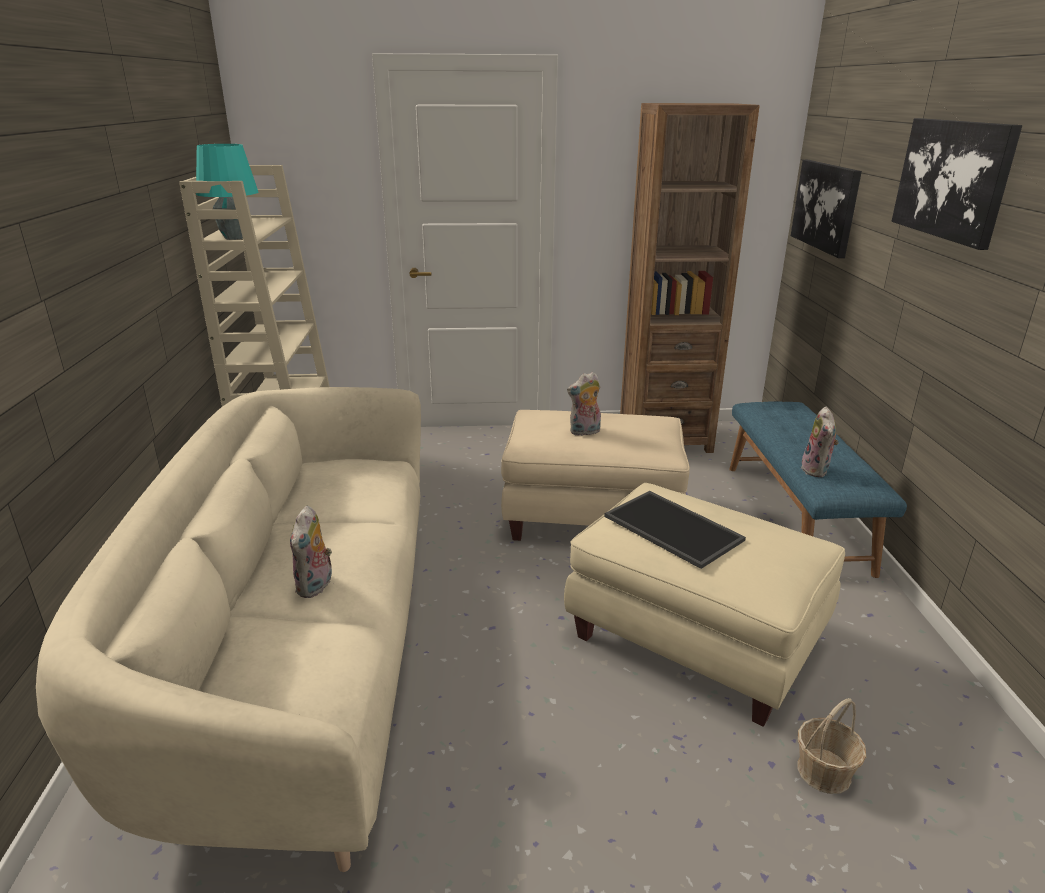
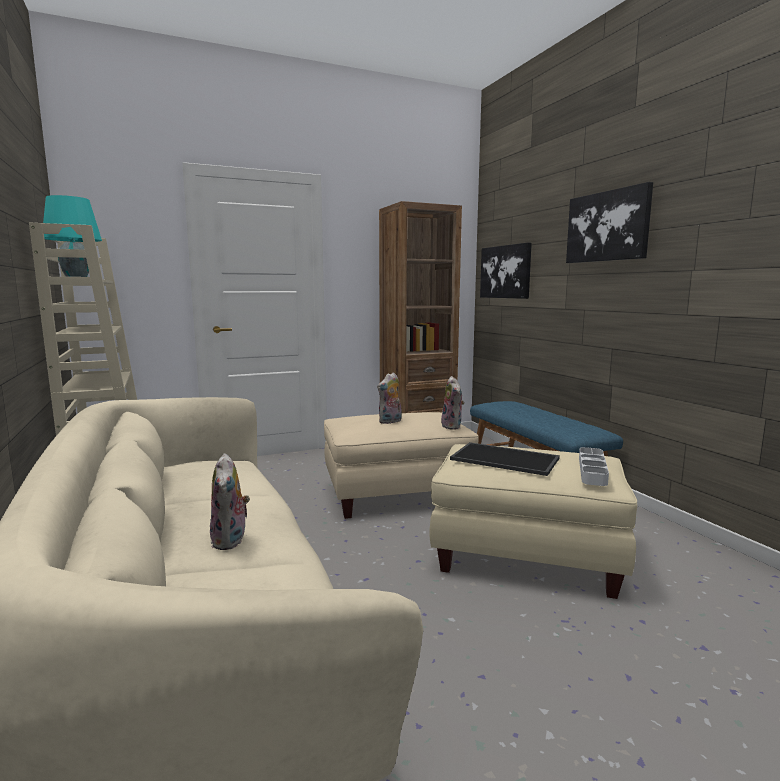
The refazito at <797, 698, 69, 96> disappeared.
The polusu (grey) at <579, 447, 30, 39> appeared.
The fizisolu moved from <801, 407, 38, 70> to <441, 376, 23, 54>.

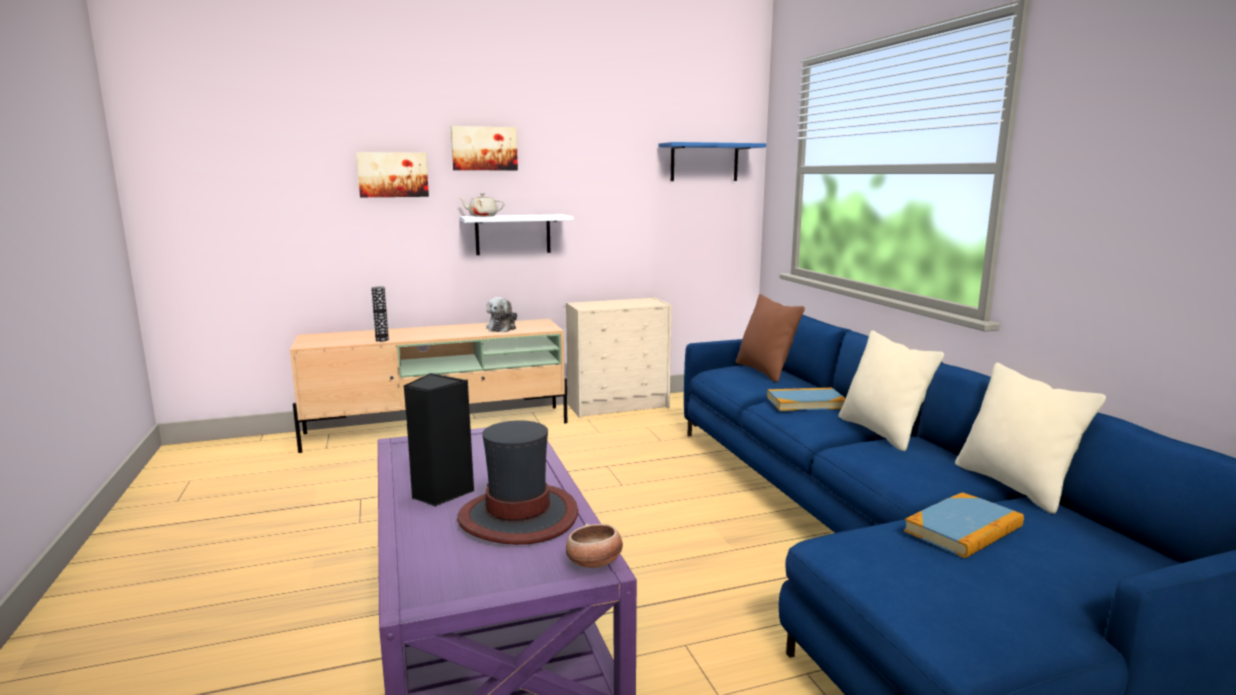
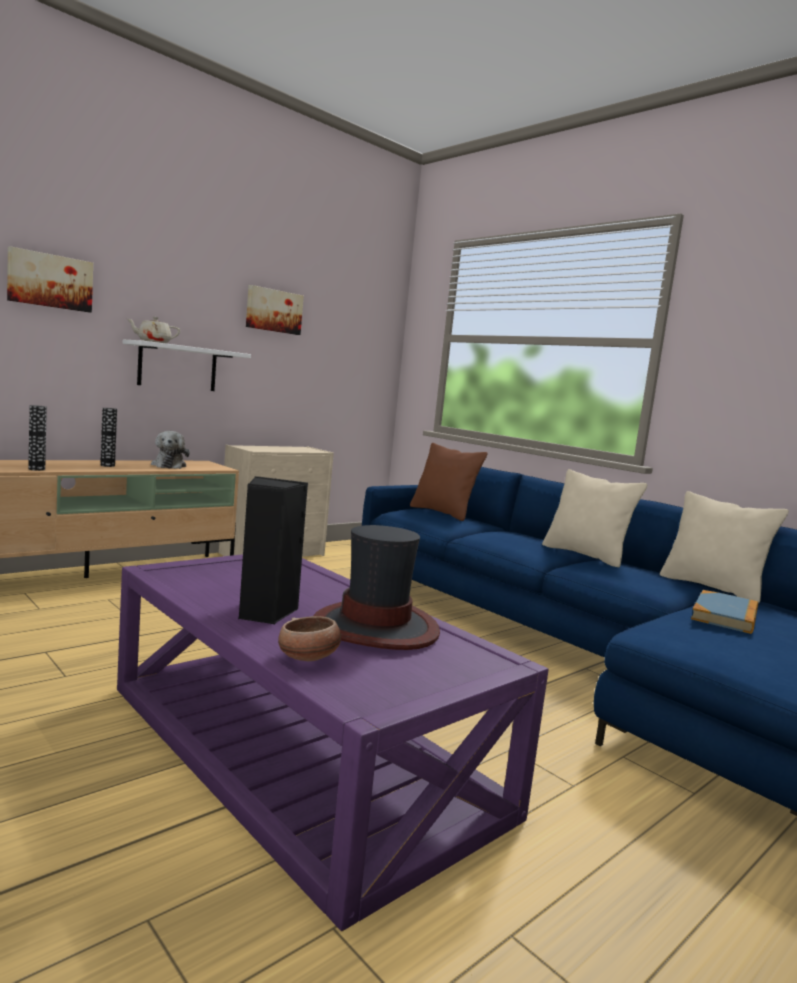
The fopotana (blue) at <658, 142, 108, 39> disappeared.
The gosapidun at <767, 388, 79, 23> disappeared.
The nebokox at <100, 408, 17, 59> appeared.
The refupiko moved from <451, 126, 67, 44> to <246, 285, 58, 50>.
The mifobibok moved from <566, 524, 57, 44> to <278, 616, 63, 45>.

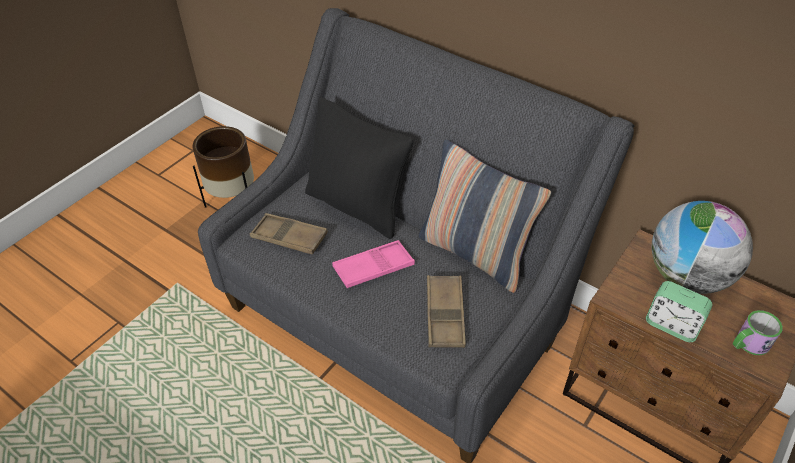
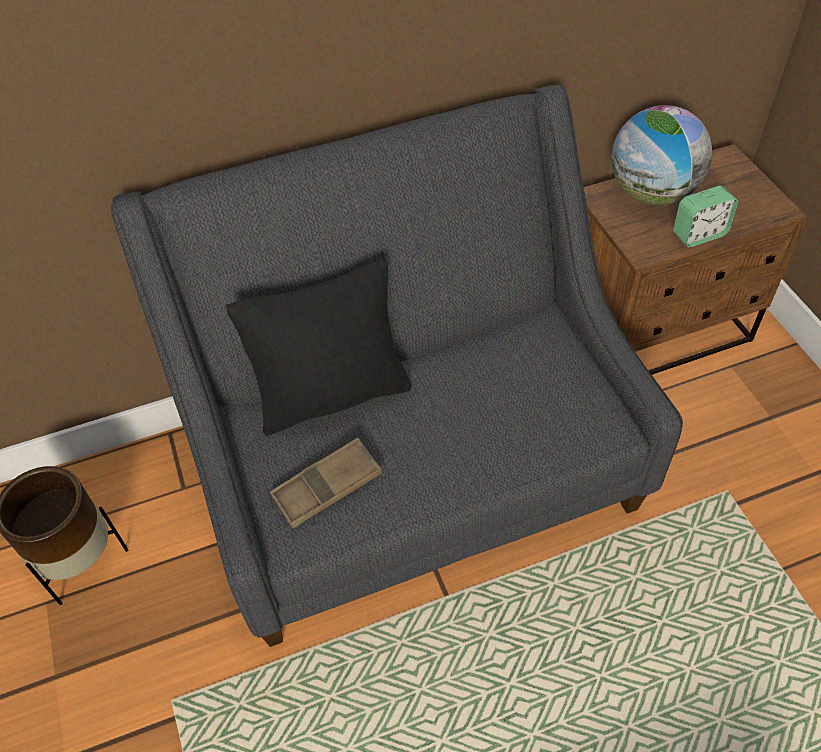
The polusu (pink) at <332, 240, 83, 48> disappeared.
The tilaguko at <419, 139, 132, 154> disappeared.
The polusu (brown) at <427, 275, 39, 73> disappeared.
The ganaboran at <733, 310, 50, 45> disappeared.

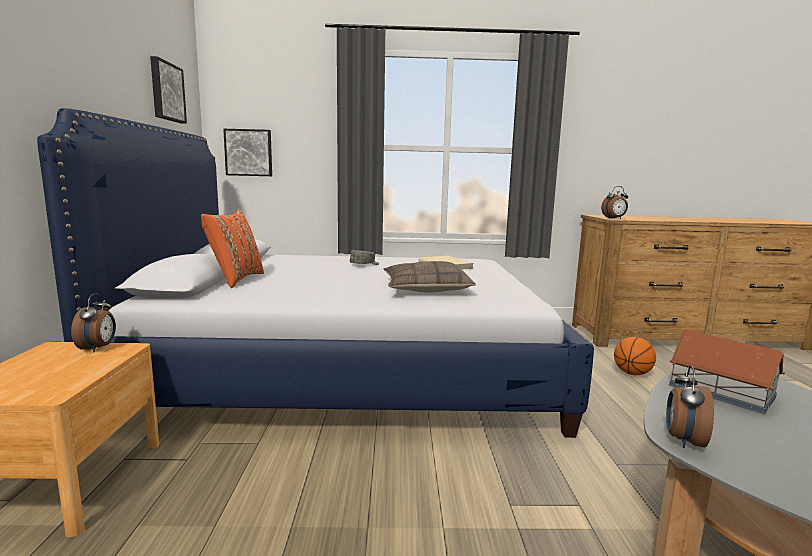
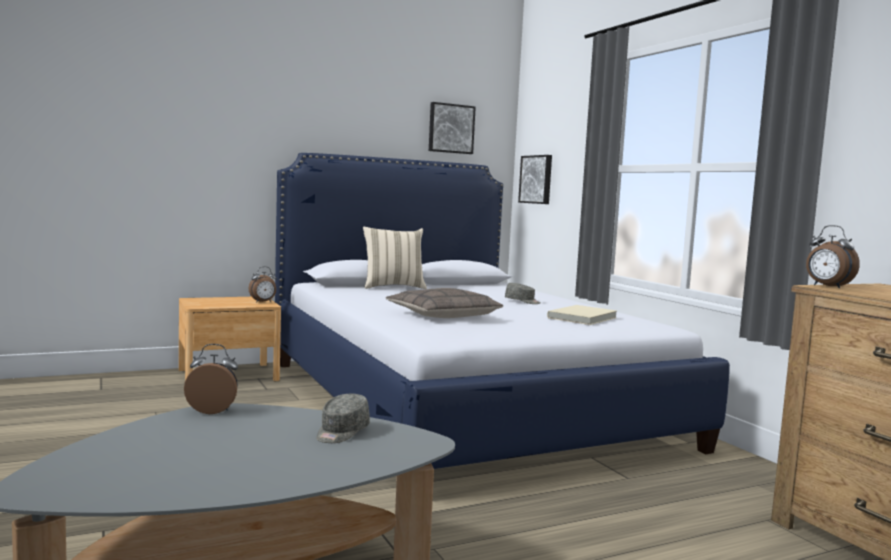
The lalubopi at <614, 337, 42, 38> disappeared.
The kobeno at <669, 330, 116, 84> was replaced by the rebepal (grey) at <316, 394, 54, 49>.
The tilaguko (orange) at <201, 209, 63, 79> became the tilaguko (beige) at <363, 227, 64, 62>.

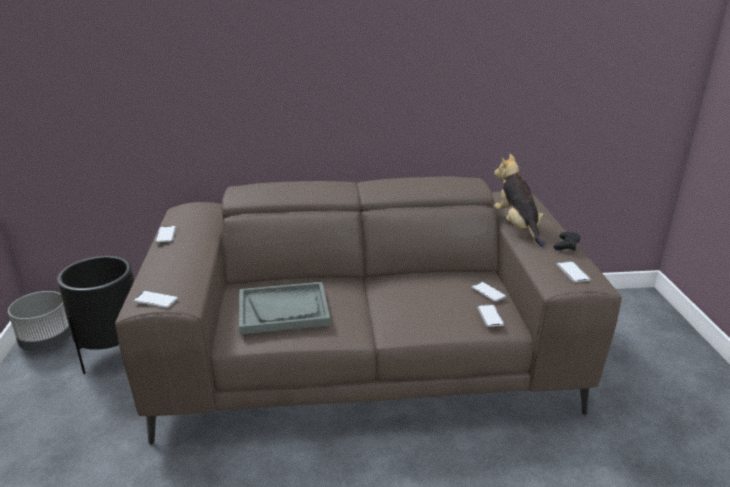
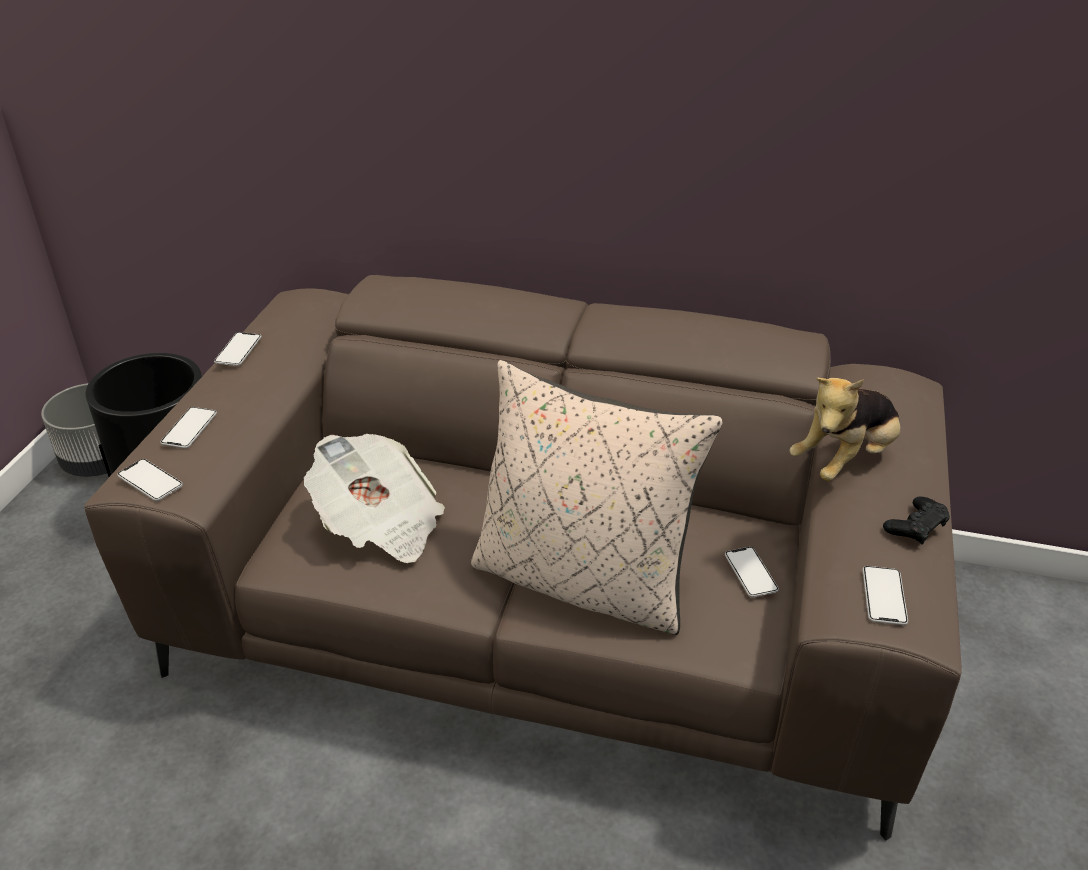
The tilaguko (beige) at <471, 360, 252, 275> appeared.
The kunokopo moved from <477, 305, 27, 22> to <160, 407, 57, 41>.
The polusu (grey) at <239, 282, 92, 52> was replaced by the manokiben at <304, 434, 141, 129>.
The fizisolu at <494, 154, 52, 93> turned 135 degrees counterclockwise.

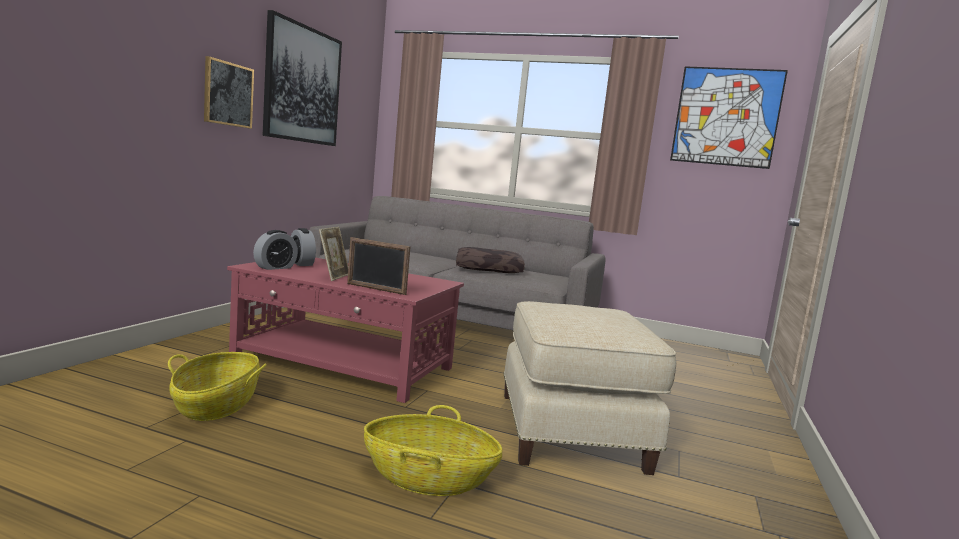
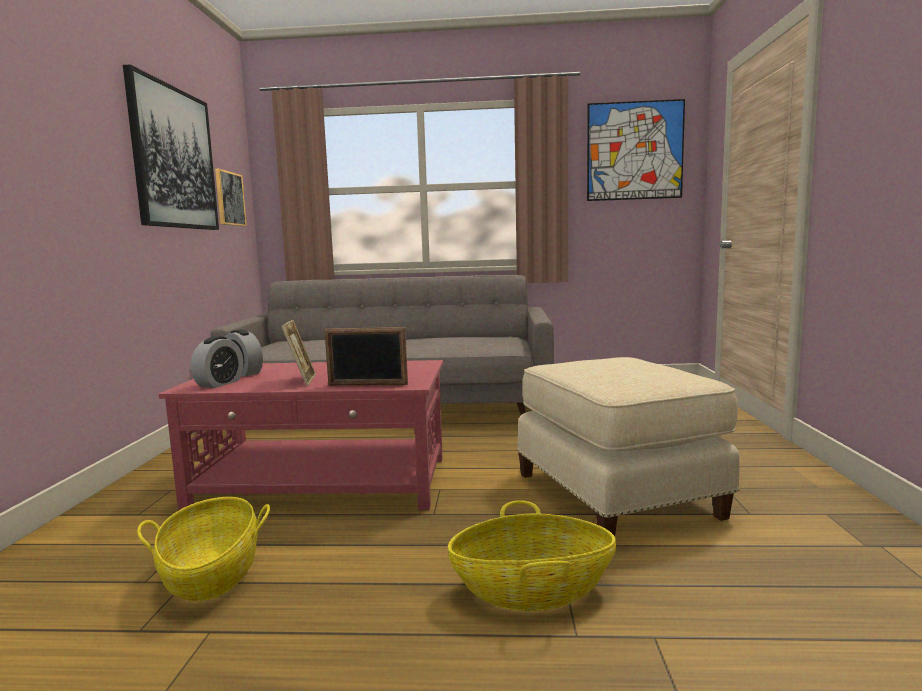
The tilaguko (brown) at <456, 247, 69, 26> disappeared.
The refupiko moved from <204, 56, 50, 73> to <215, 169, 32, 57>.

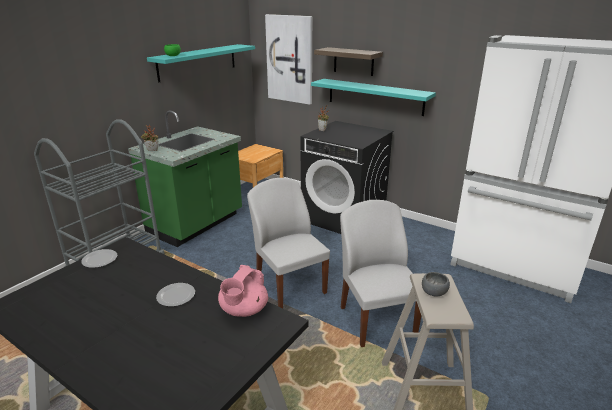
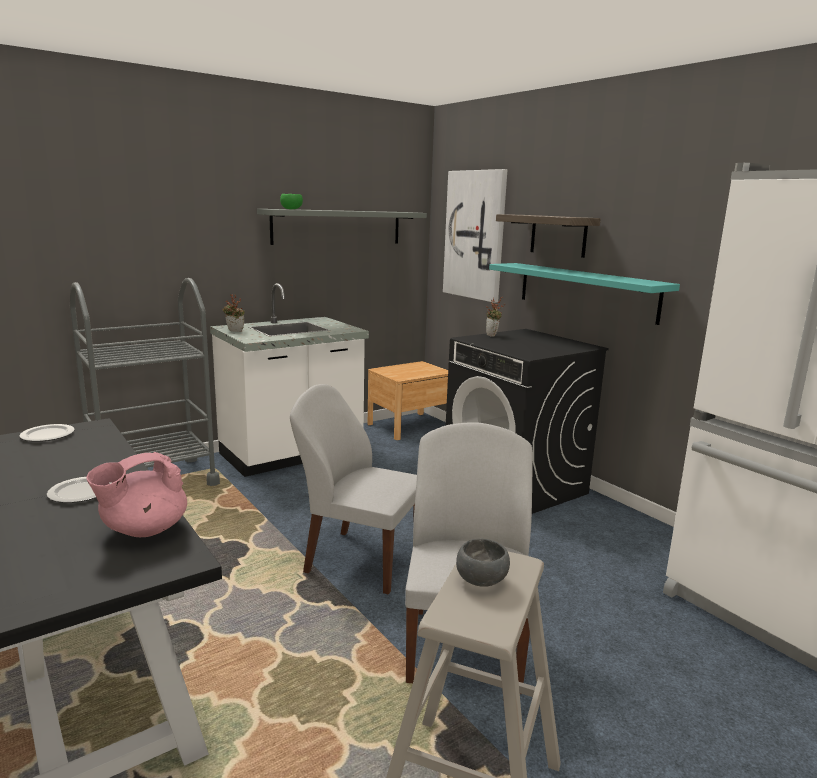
The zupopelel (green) at <128, 111, 114, 136> became the zupopelel (white) at <210, 283, 159, 194>.
The fopotana (turquoise) at <147, 44, 108, 38> became the fopotana (grey) at <257, 209, 170, 36>.
The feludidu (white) at <247, 178, 83, 130> turned 60 degrees counterclockwise.

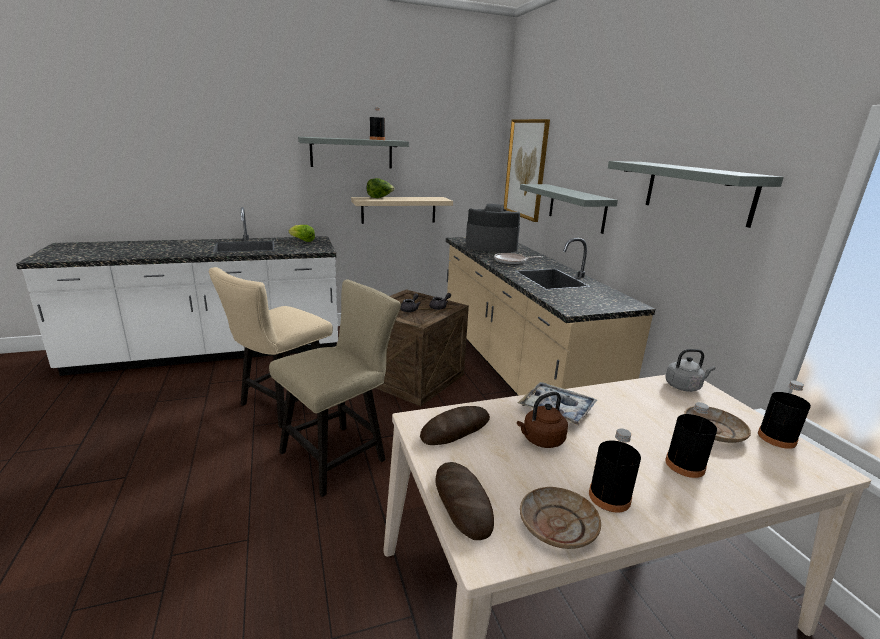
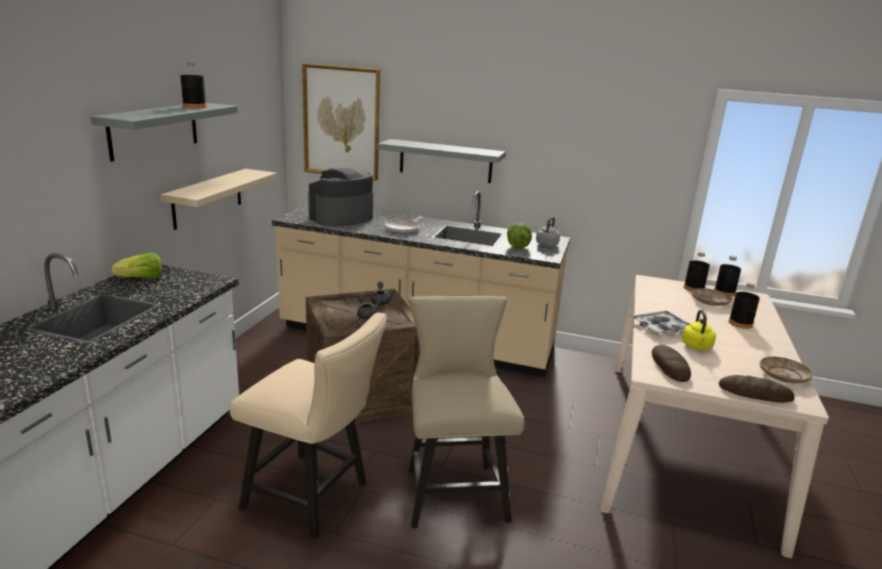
The fopotana (grey) at <608, 161, 176, 67> disappeared.
The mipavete moved from <366, 178, 29, 20> to <507, 223, 25, 26>.
The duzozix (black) moved from <589, 429, 52, 83> to <684, 252, 26, 40>.
The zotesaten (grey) moved from <665, 349, 50, 43> to <536, 217, 24, 30>.
The zotesaten (brown) at <517, 392, 51, 56> became the zotesaten (yellow) at <682, 310, 34, 40>.
The feludidu (beige) at <208, 267, 125, 161> turned 45 degrees counterclockwise.

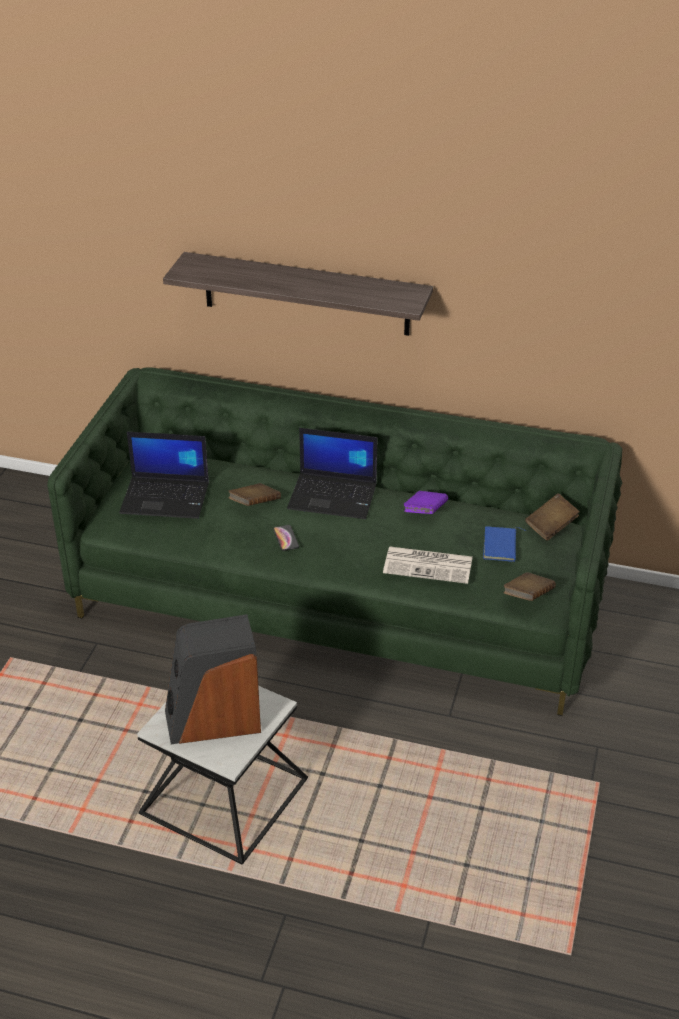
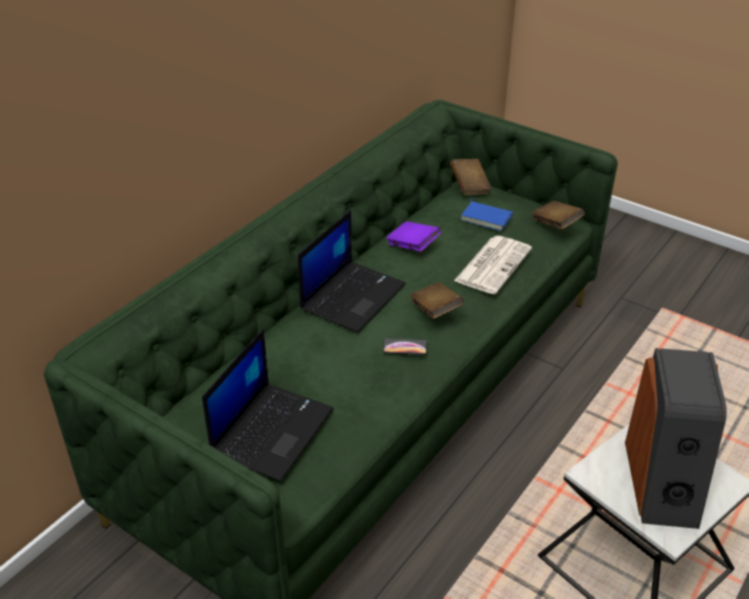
The fopotana at <163, 252, 270, 84> disappeared.
The gosapidun (brown) moved from <228, 483, 53, 23> to <410, 282, 54, 37>.

